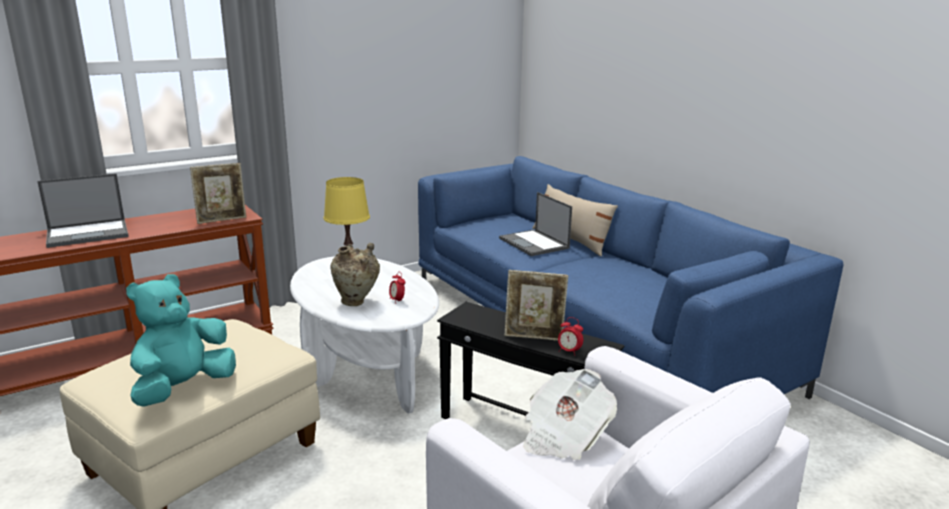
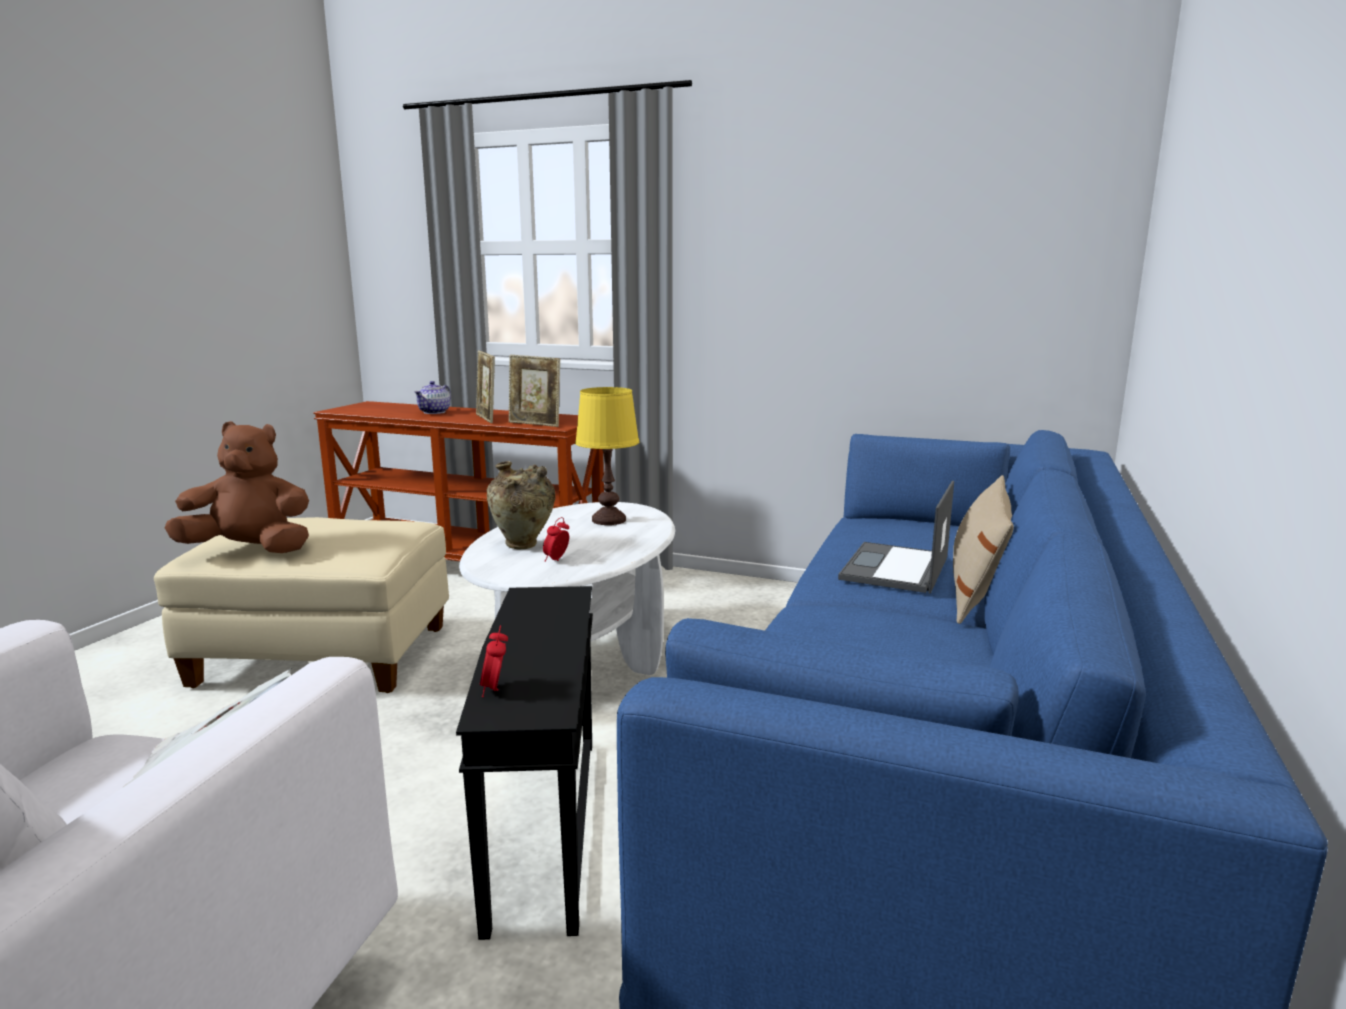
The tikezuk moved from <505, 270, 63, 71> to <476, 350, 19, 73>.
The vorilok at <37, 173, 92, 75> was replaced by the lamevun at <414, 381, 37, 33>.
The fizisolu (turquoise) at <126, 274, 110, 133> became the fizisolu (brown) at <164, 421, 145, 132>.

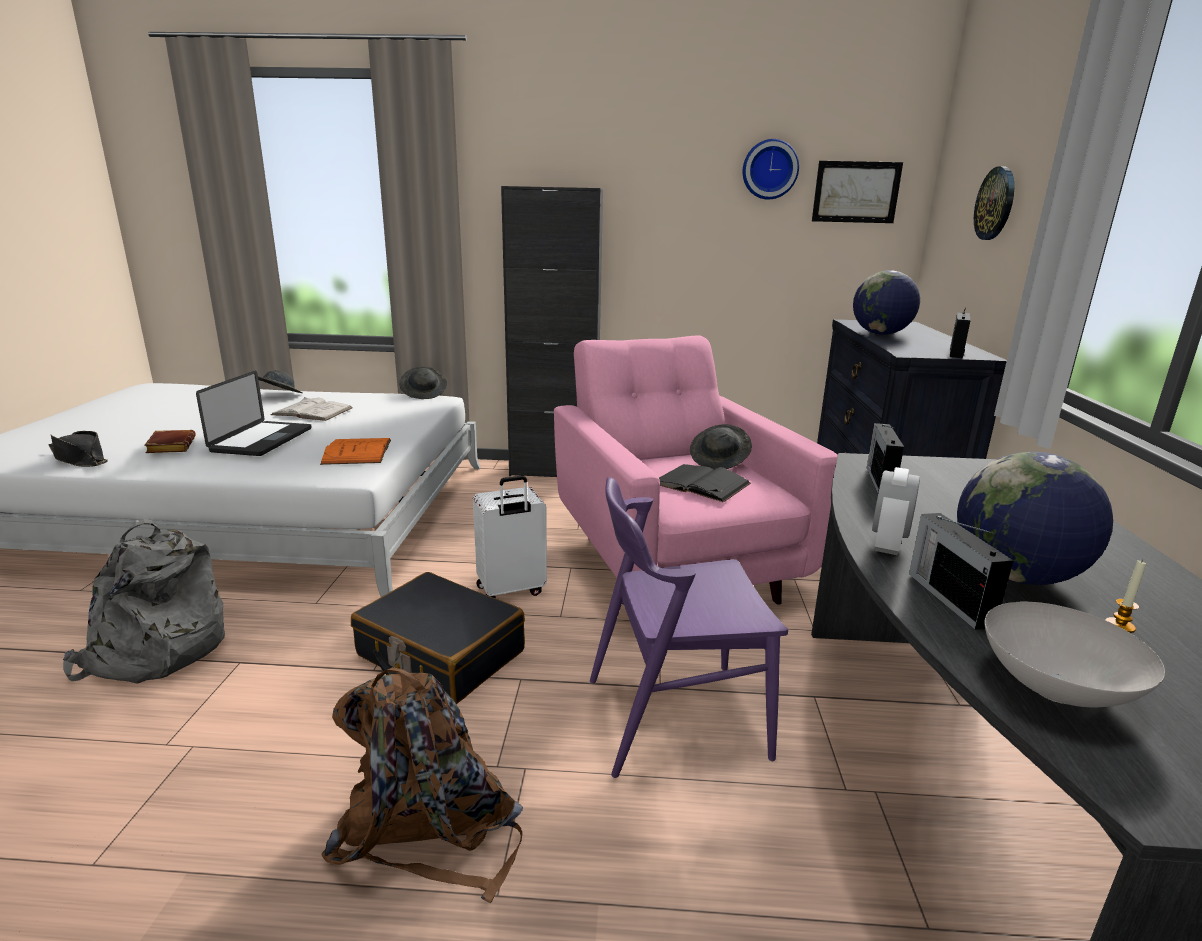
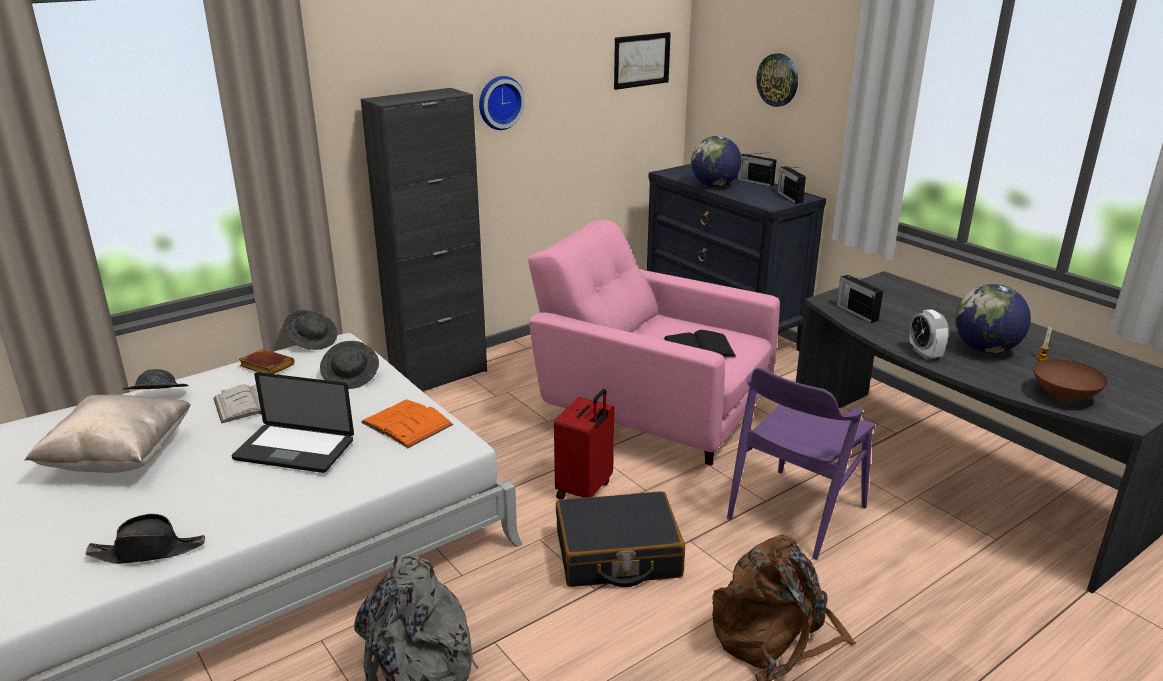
The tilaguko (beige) at <25, 395, 166, 78> appeared.
The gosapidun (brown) moved from <144, 430, 52, 23> to <239, 349, 56, 25>.
The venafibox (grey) moved from <690, 424, 62, 46> to <320, 341, 59, 48>.
The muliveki moved from <743, 139, 56, 60> to <479, 76, 46, 54>.
The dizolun moved from <909, 513, 104, 117> to <737, 152, 39, 34>.
The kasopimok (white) at <473, 475, 74, 123> became the kasopimok (red) at <554, 389, 60, 110>.
The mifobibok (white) at <984, 602, 181, 105> became the mifobibok (brown) at <1033, 359, 75, 42>.
The vorilok at <196, 371, 115, 85> turned 135 degrees clockwise.

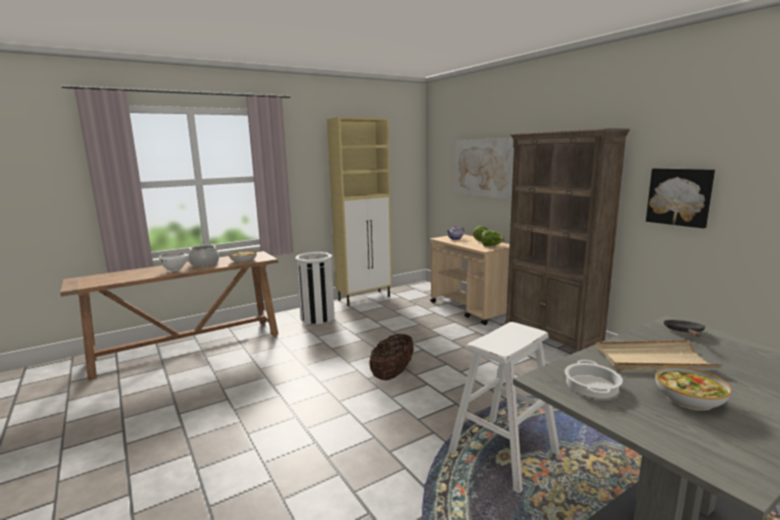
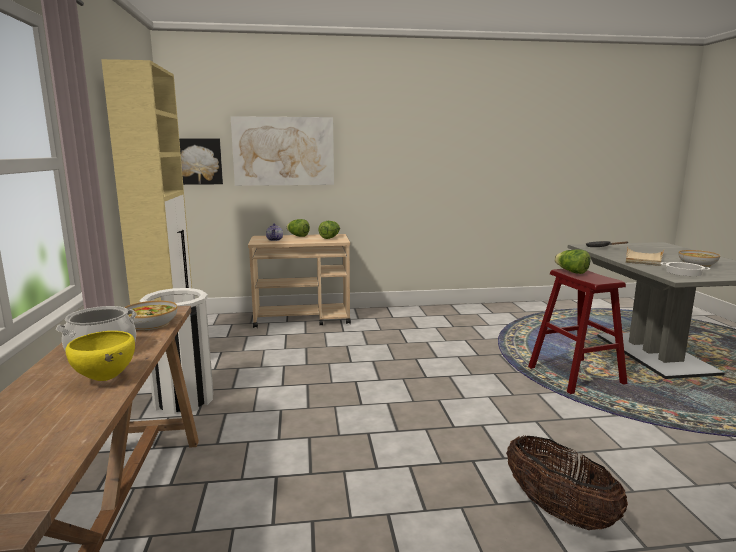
The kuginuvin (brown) at <505, 128, 125, 224> disappeared.
The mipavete at <554, 249, 36, 25> appeared.
The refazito moved from <369, 334, 45, 46> to <506, 435, 122, 95>.
The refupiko moved from <646, 168, 69, 60> to <179, 138, 44, 47>.
The mifobibok (white) at <159, 252, 28, 20> became the mifobibok (yellow) at <66, 331, 69, 50>.
The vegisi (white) at <448, 322, 112, 171> became the vegisi (red) at <528, 269, 99, 125>.

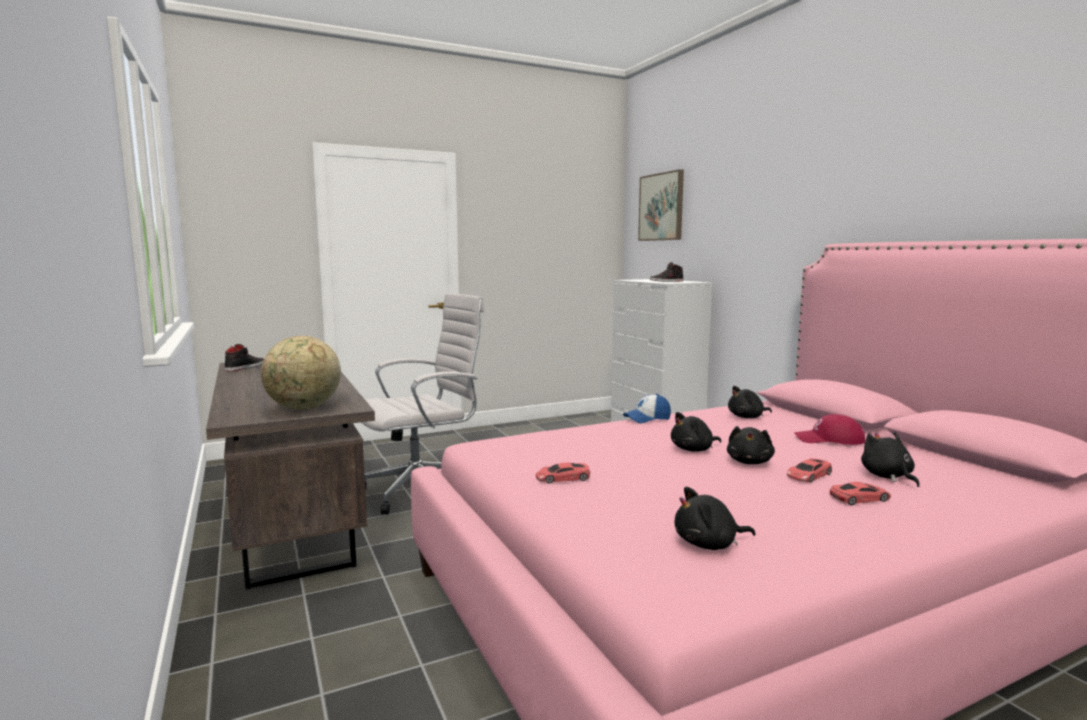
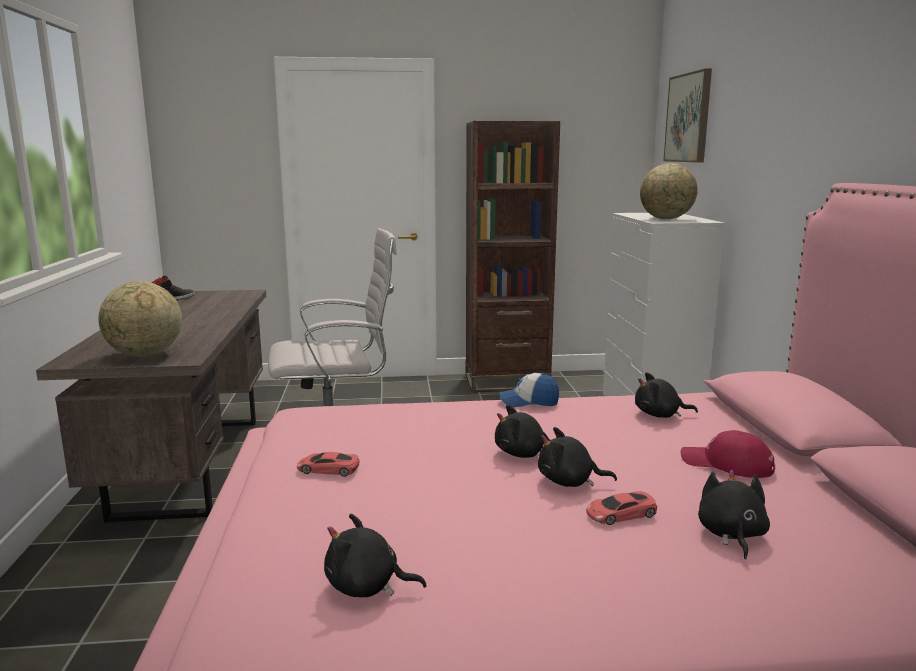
The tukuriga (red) at <830, 482, 61, 23> disappeared.
The kuginuvin (brown) at <466, 121, 94, 272> appeared.
The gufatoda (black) at <650, 262, 34, 20> was replaced by the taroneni at <640, 163, 58, 56>.
The fizisolu (black) at <727, 426, 48, 38> turned 60 degrees clockwise.

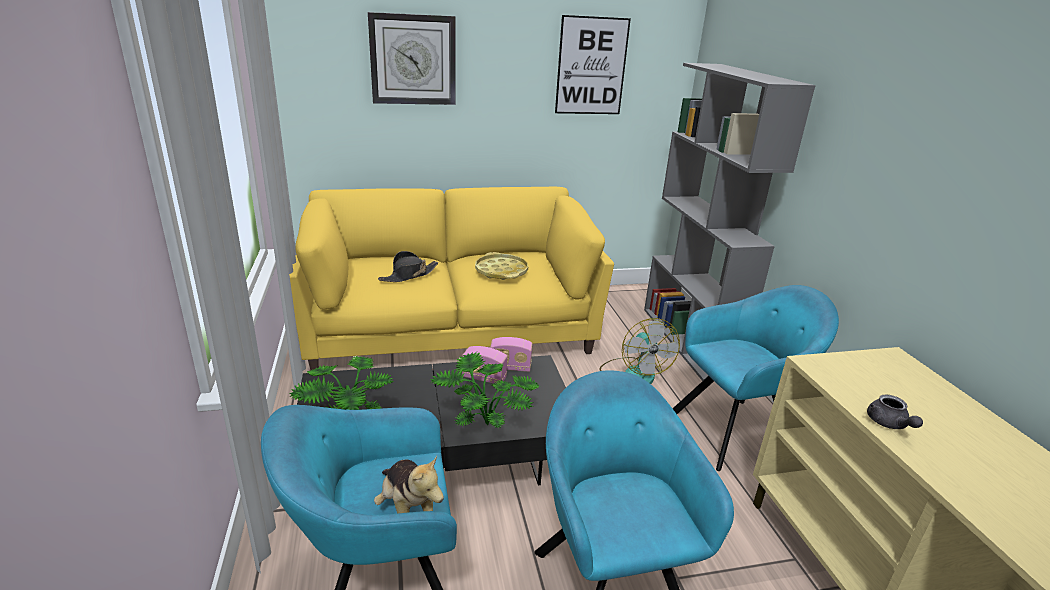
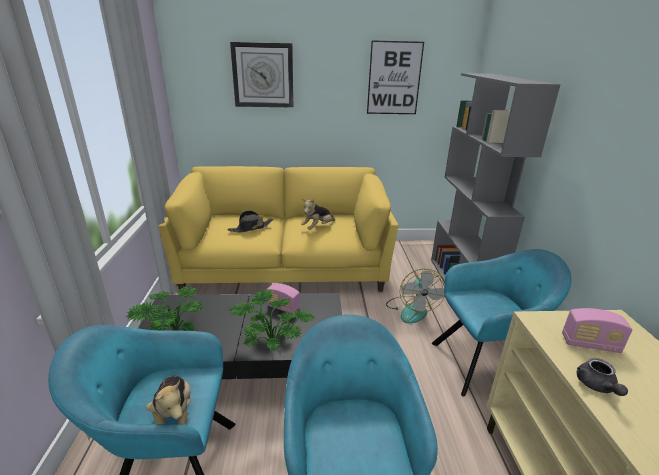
The dizolun moved from <490, 337, 42, 35> to <562, 308, 70, 45>.
The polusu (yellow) at <475, 252, 53, 28> was replaced by the fizisolu at <301, 199, 34, 31>.

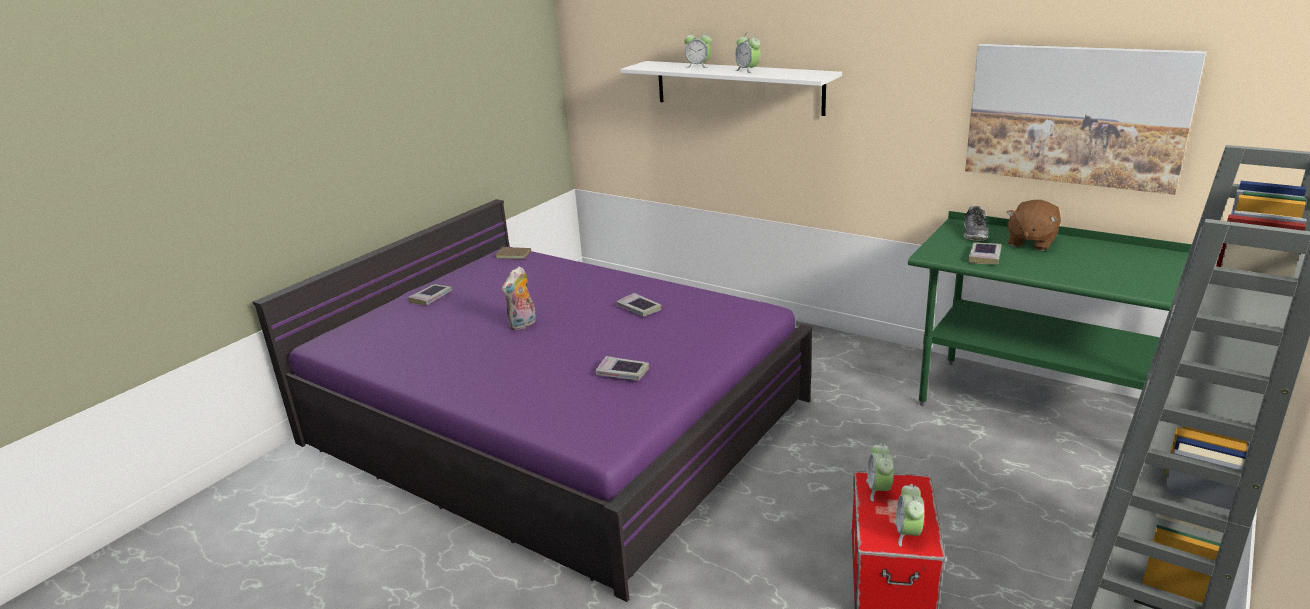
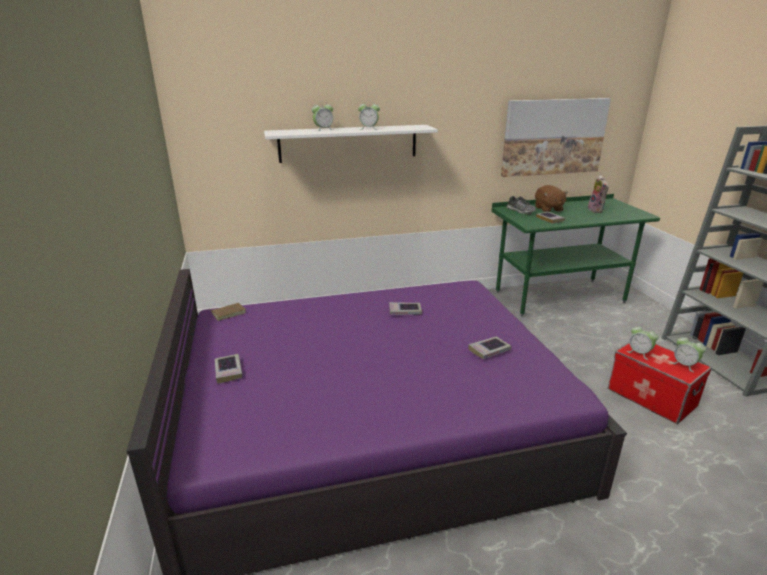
The fizisolu moved from <502, 266, 34, 64> to <588, 175, 21, 38>.

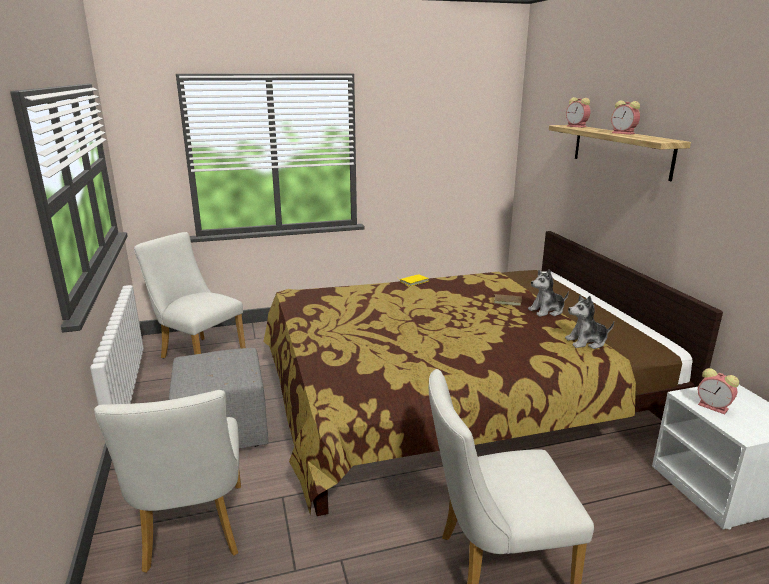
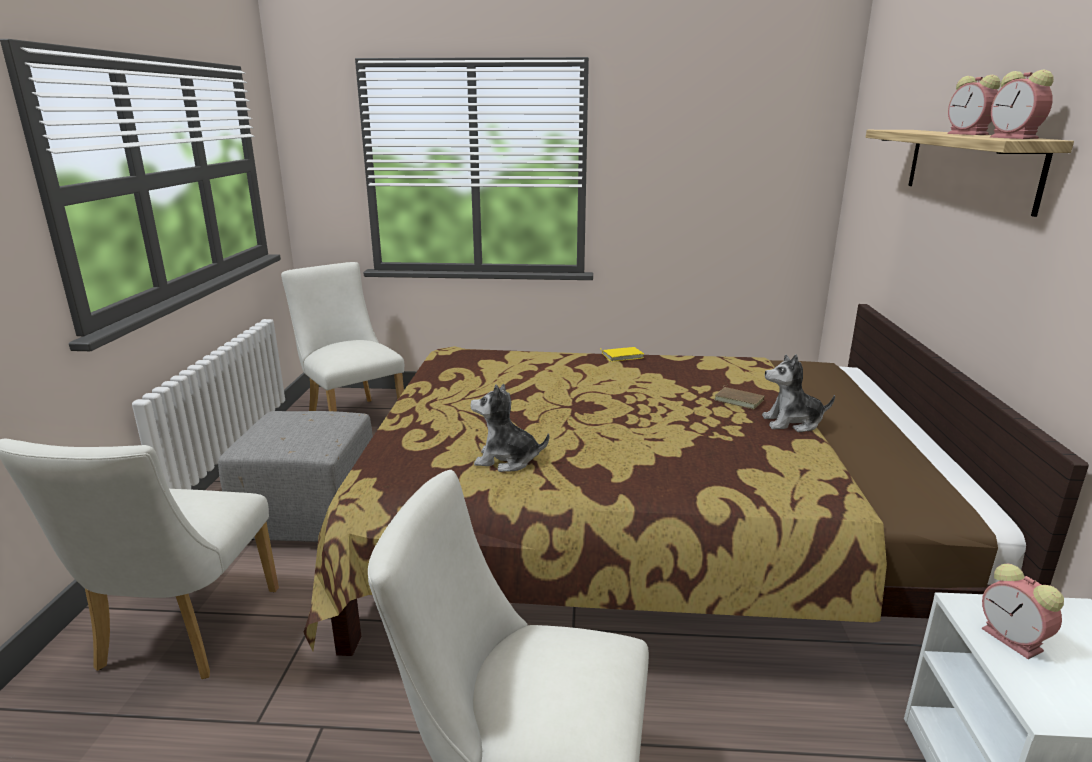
The fizisolu moved from <565, 295, 49, 54> to <470, 384, 79, 88>.
The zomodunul moved from <566, 97, 24, 31> to <990, 70, 64, 69>.

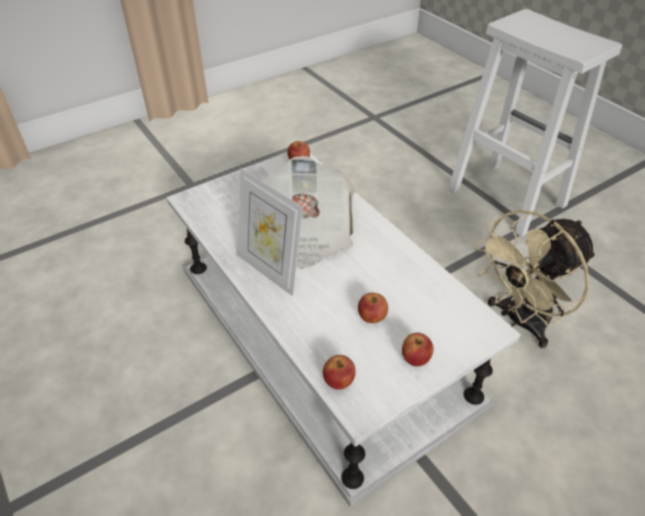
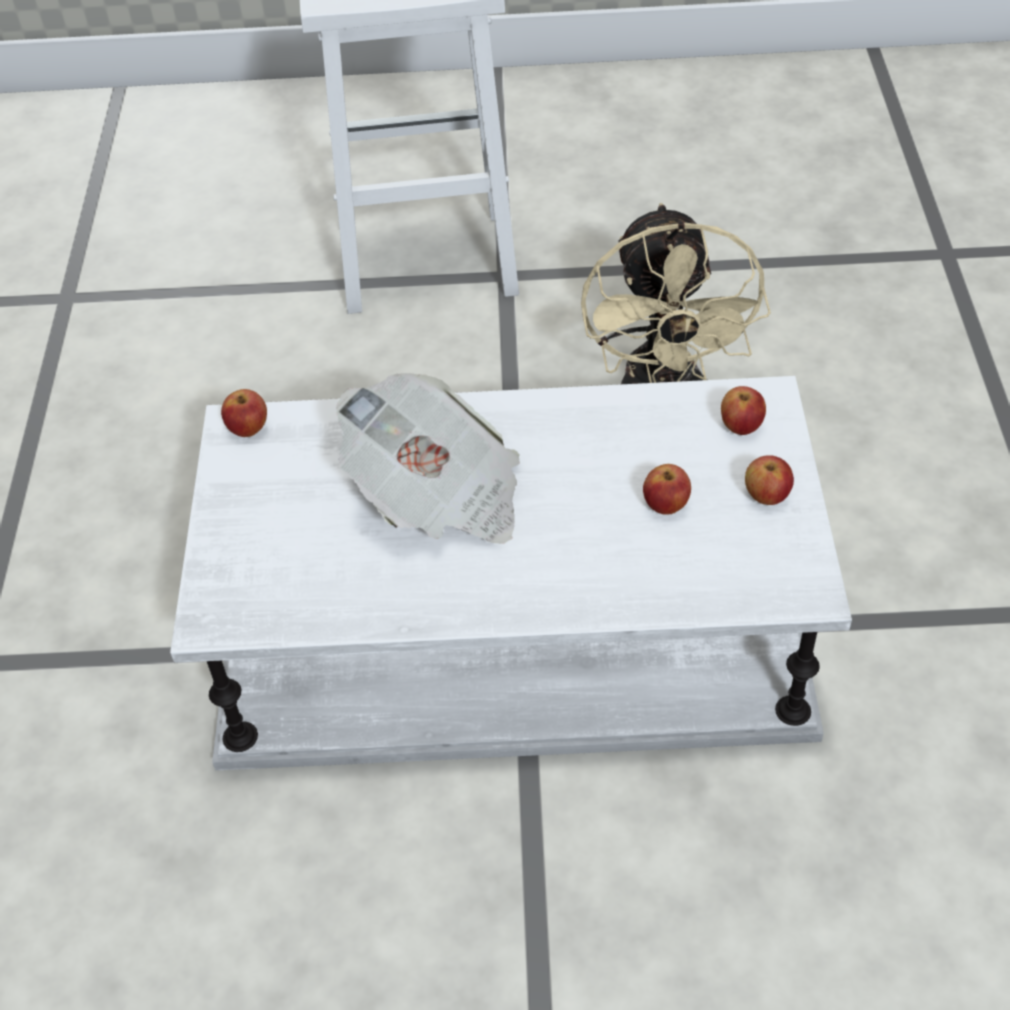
The tikezuk at <238, 168, 65, 128> disappeared.
The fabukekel moved from <323, 355, 33, 35> to <721, 386, 45, 49>.

